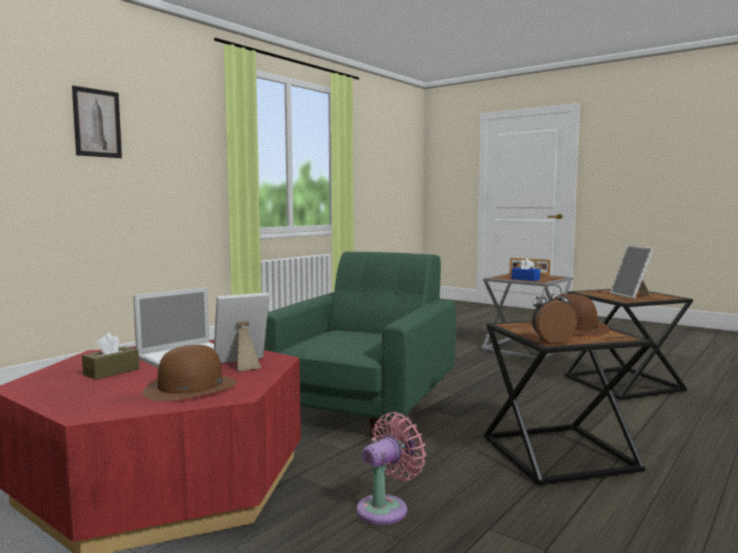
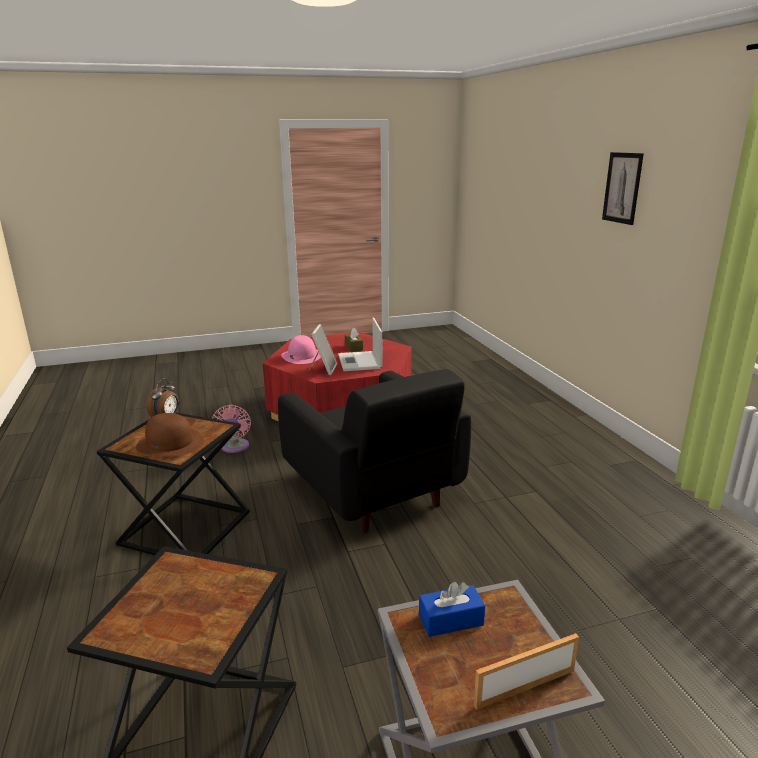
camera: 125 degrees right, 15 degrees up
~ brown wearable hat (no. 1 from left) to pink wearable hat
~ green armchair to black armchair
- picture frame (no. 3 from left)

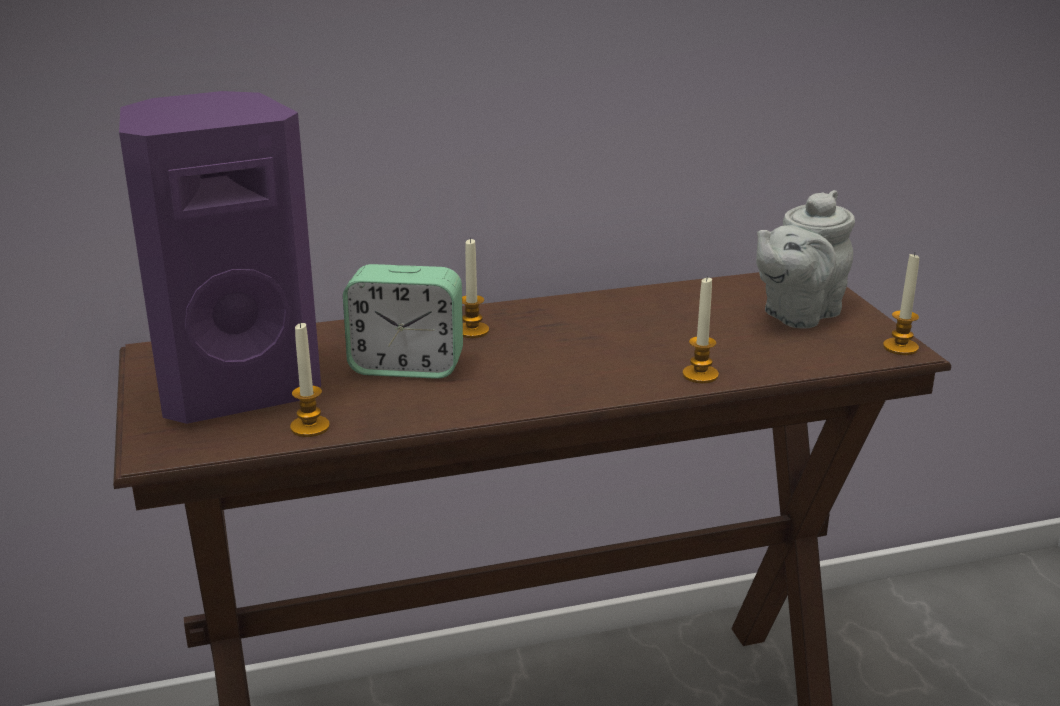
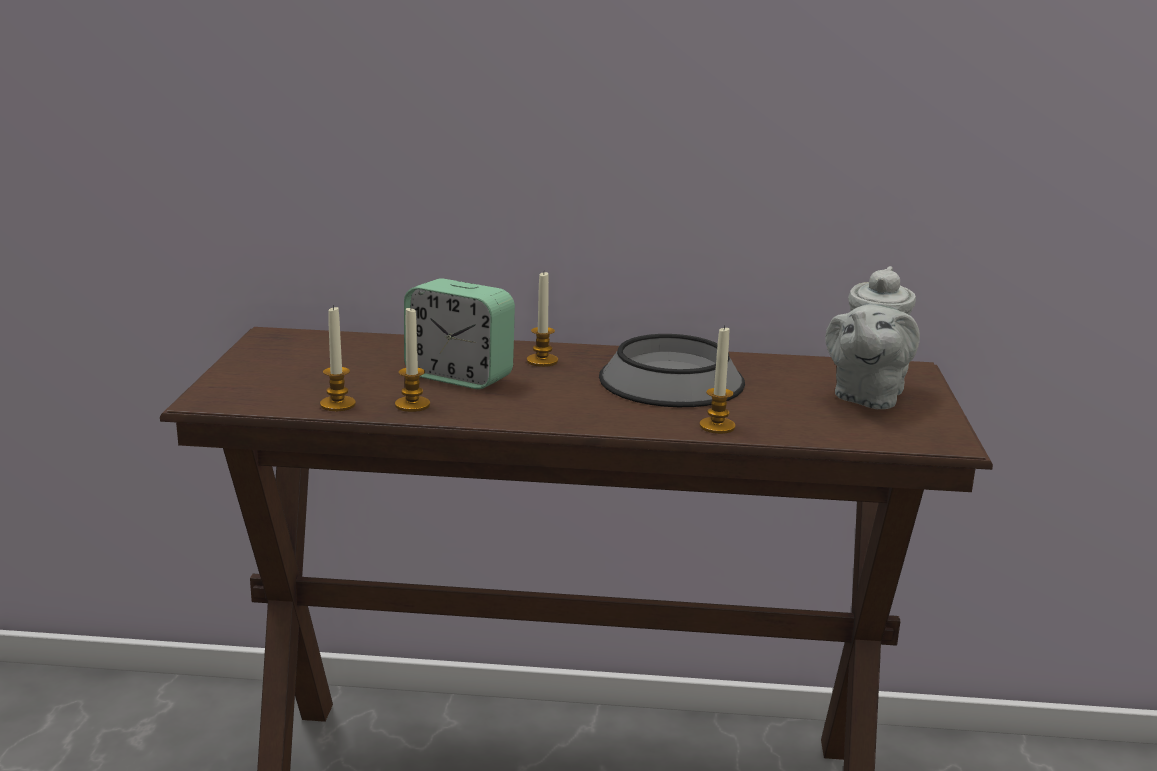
camera: 20 degrees right, 5 degrees down
- purple audio speaker
~ gray tea pot 45 degrees counterclockwise
~ wax candle (no. 4 from left in the first image) to wax candle (no. 2 from left)
+ bowl

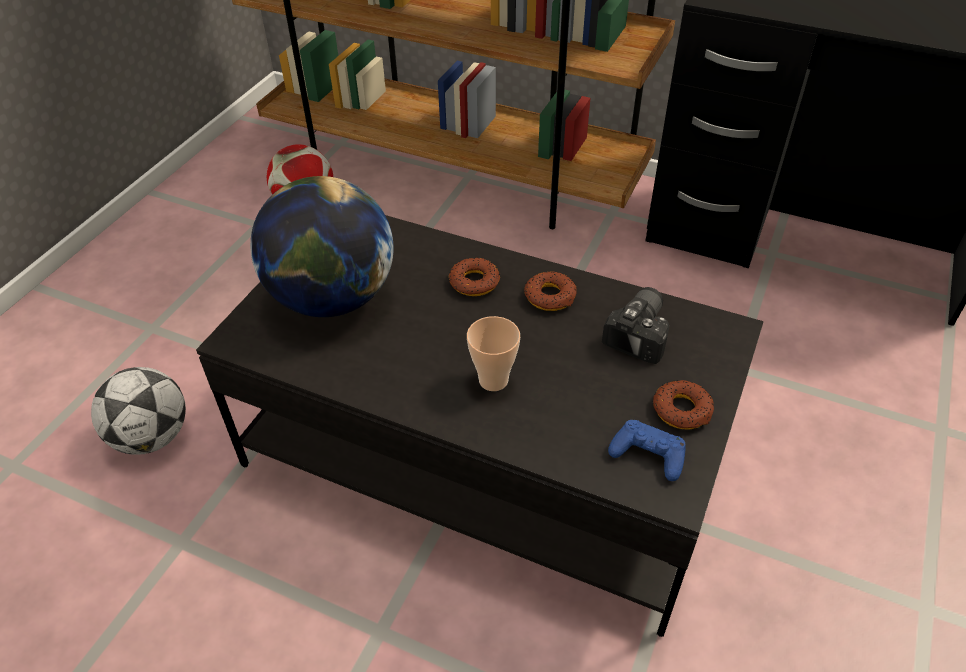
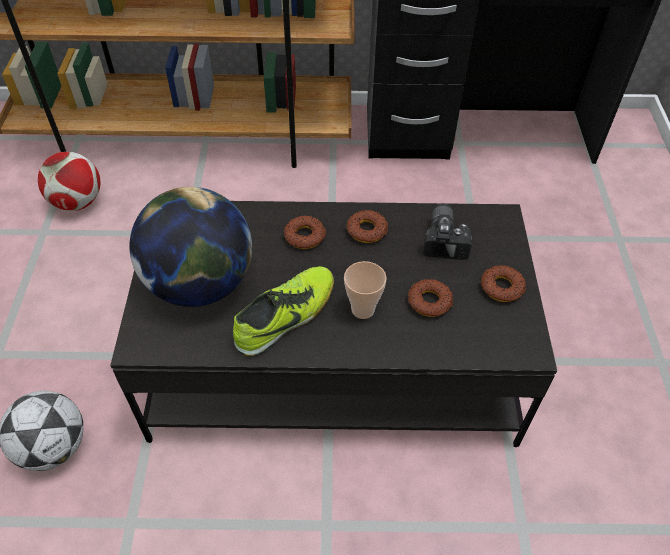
camera: 25 degrees left, 5 degrees up
- bluish gamepad
+ low shoe
+ ring doughnut (no. 3 from left)

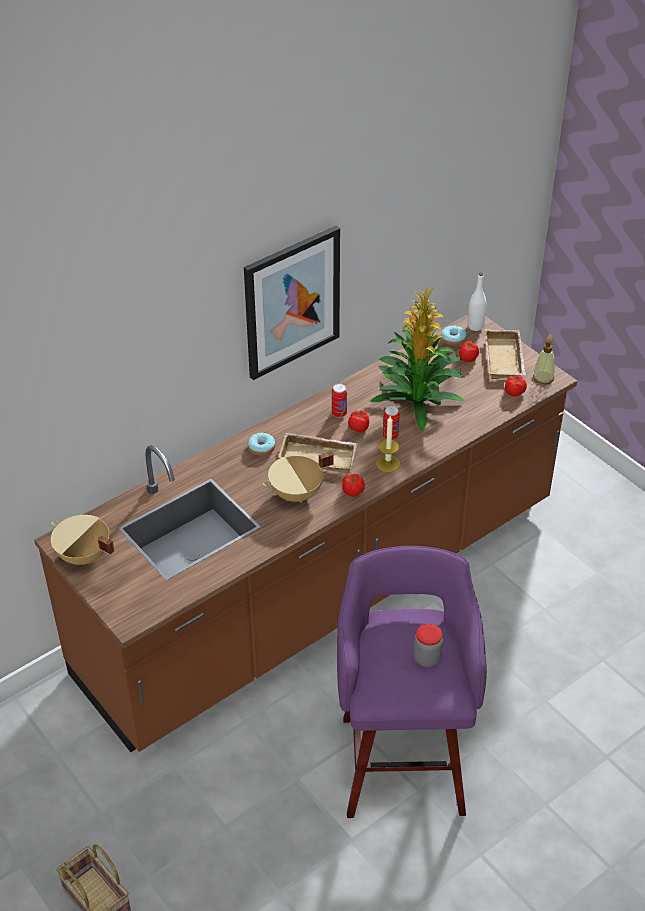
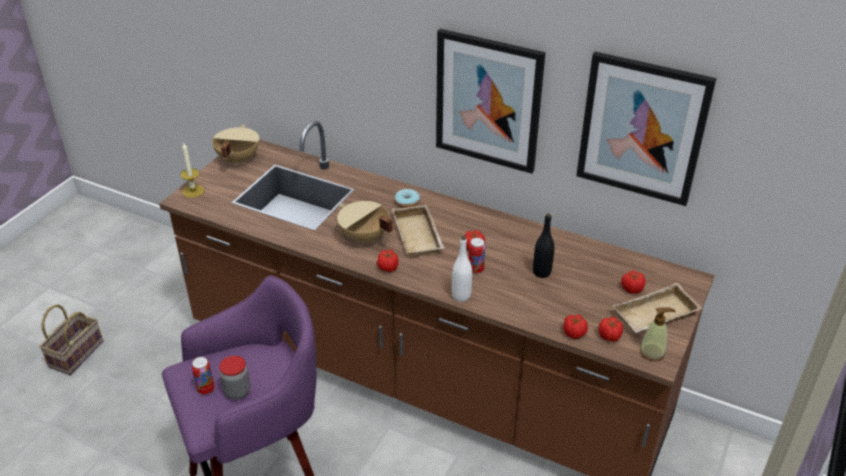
camera: 65 degrees right, 5 degrees down
~ metal can (no. 1 from left)
~ plant in a pot to black drink bottle
~ wax candle
- ring doughnut (no. 2 from left)
~ white-coloured drink bottle
+ fresh tomato (no. 3 from left)
+ picture (no. 2 from left)

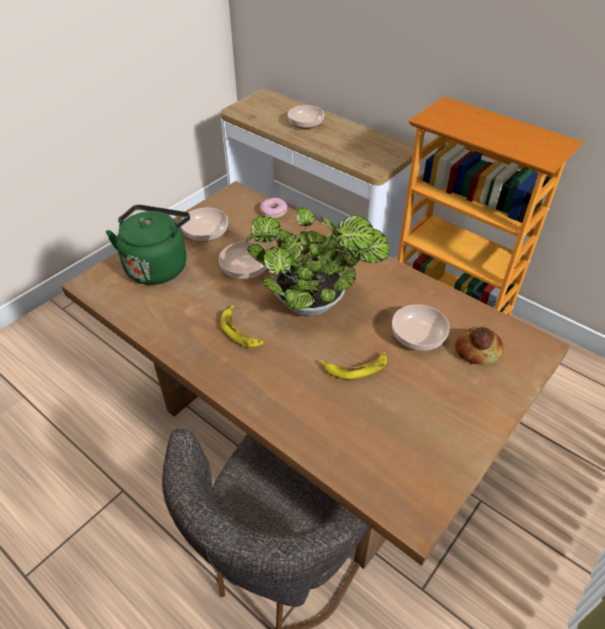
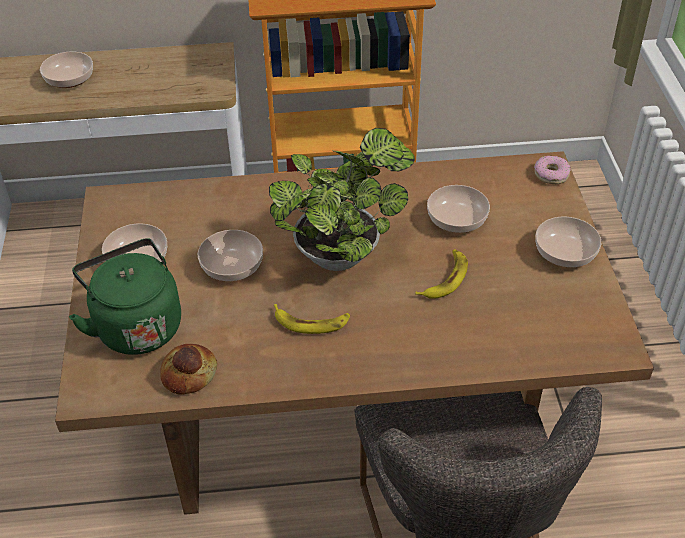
camera: 45 degrees left, 0 degrees up
~ ring doughnut
~ bakery bread
+ bowl (no. 5 from left)

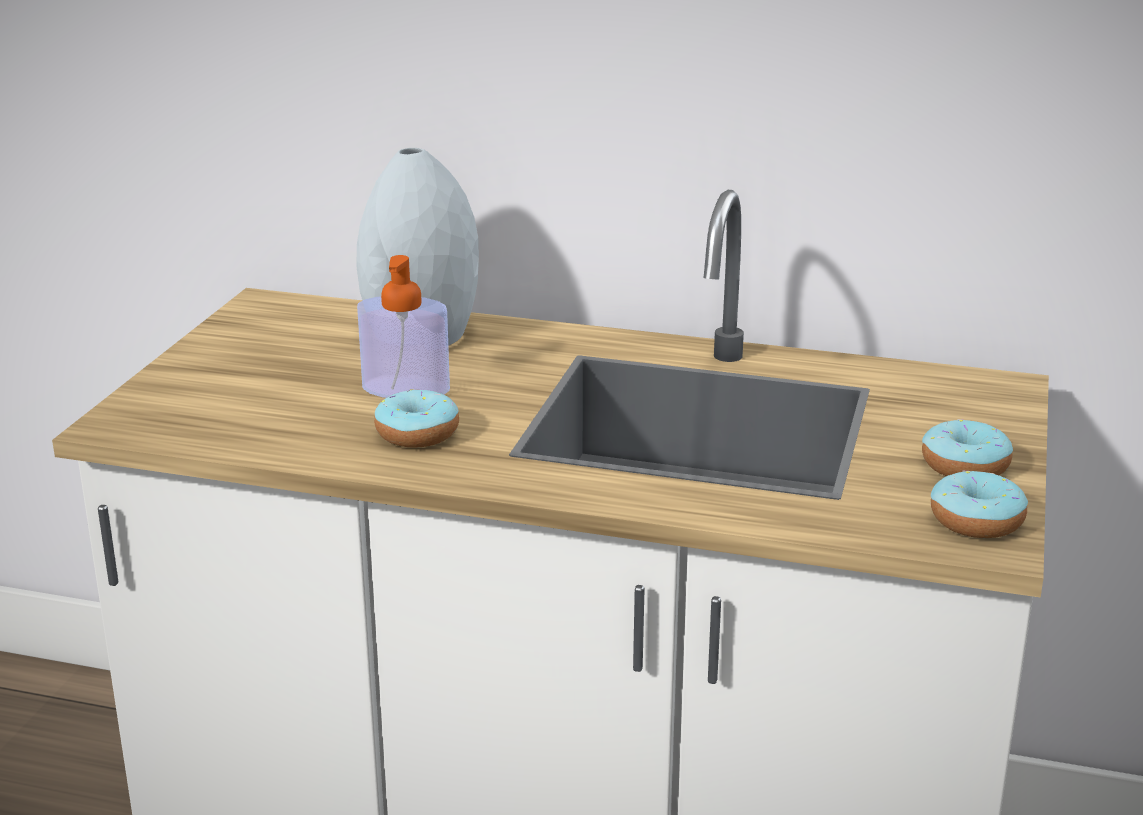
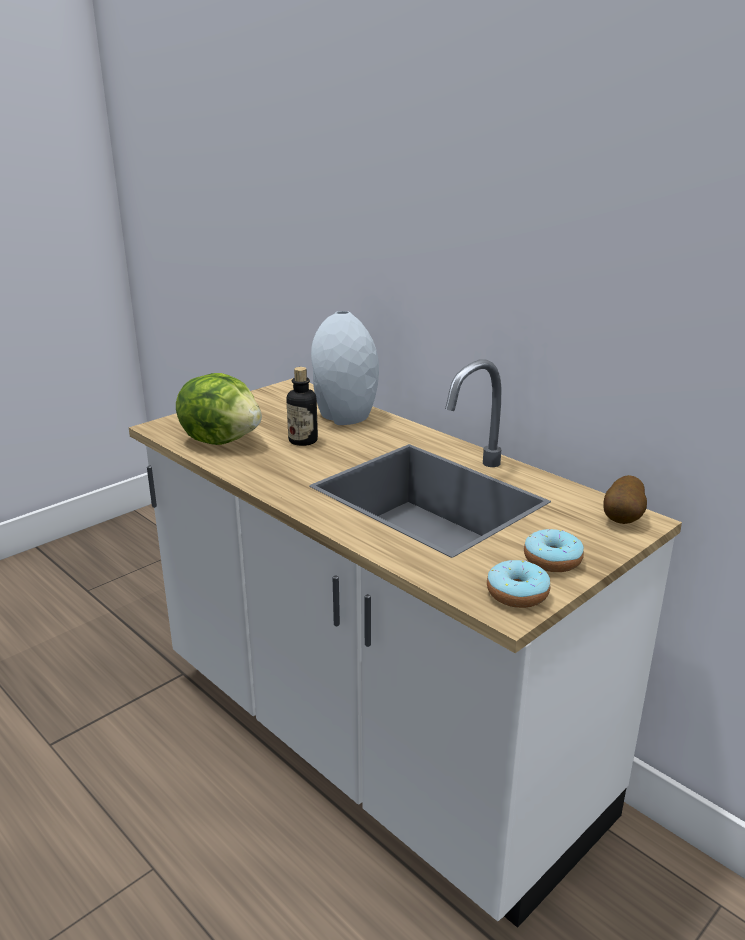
camera: 30 degrees right, 0 degrees up
~ soap bottle to drink bottle
- ring doughnut (no. 1 from left)
+ head of lettuce
+ whole potato

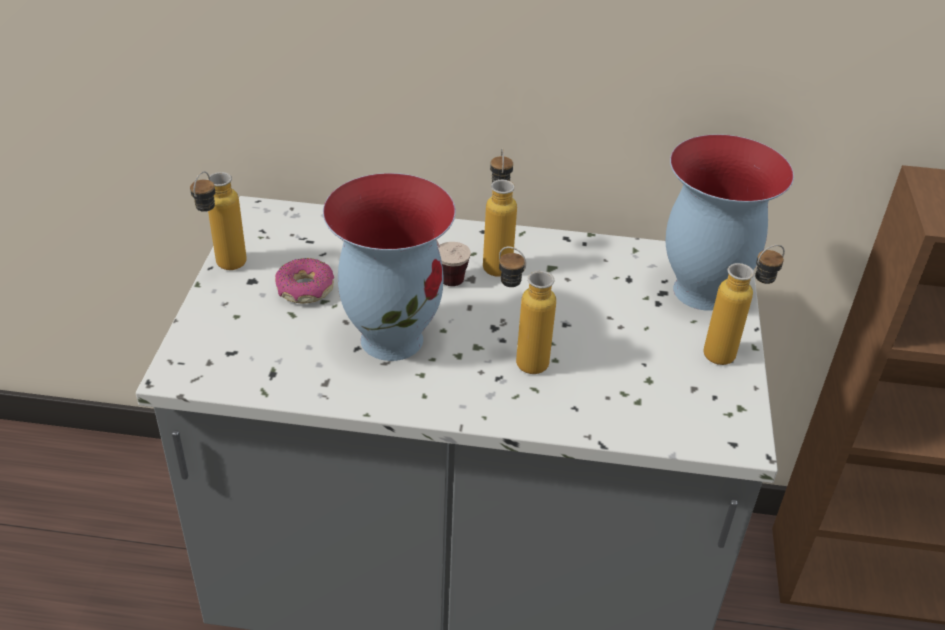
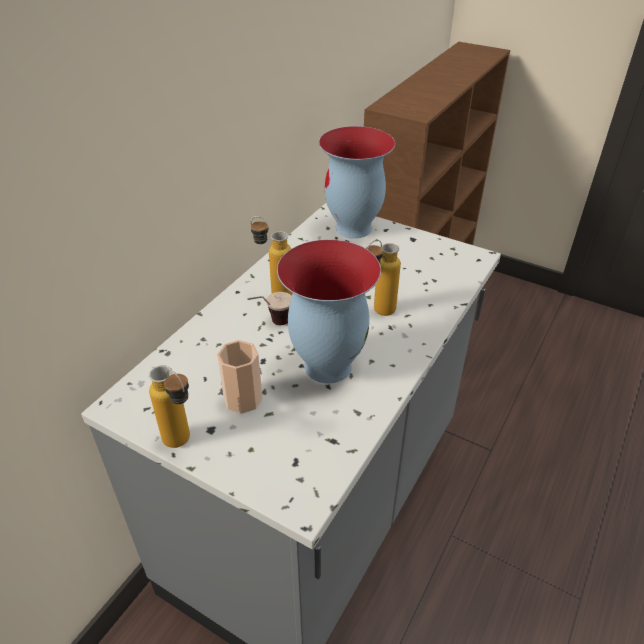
camera: 65 degrees left, 0 degrees up
~ ring doughnut to drinking cup (no. 1 from left)
- drink bottle (no. 4 from left)

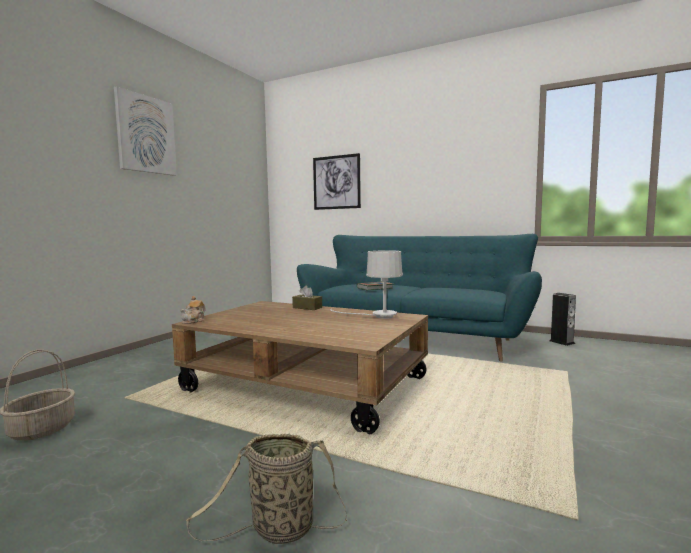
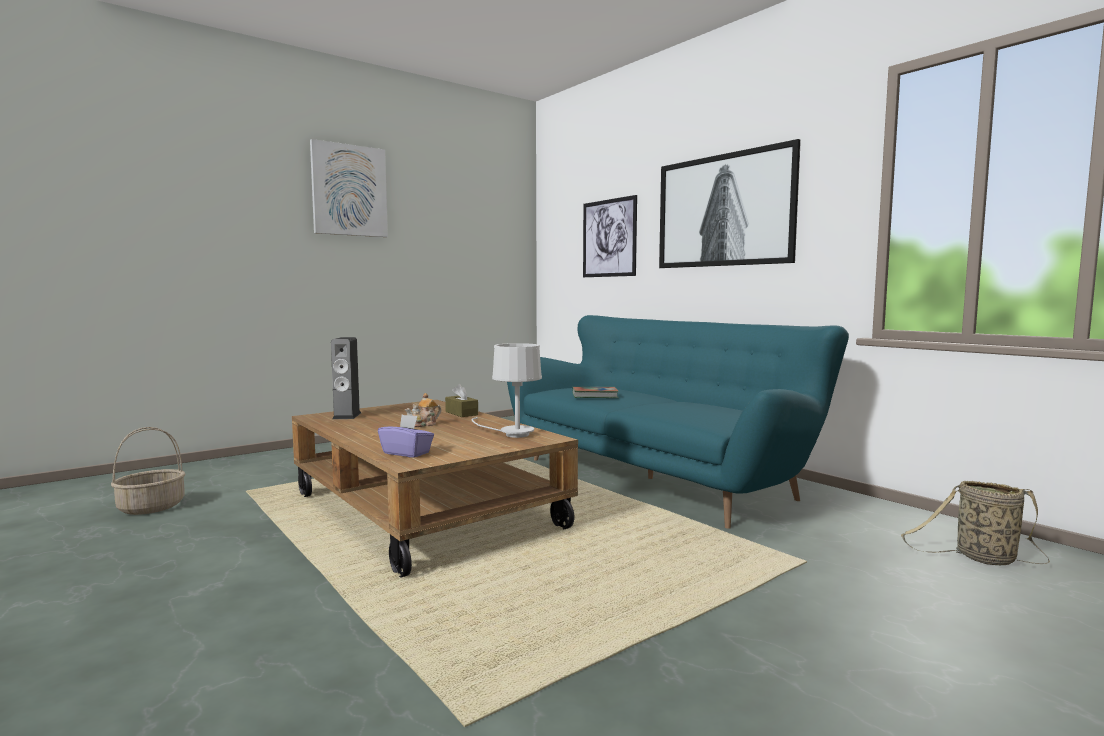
camera: 25 degrees right, 0 degrees up
~ tea pot
~ household basket (no. 2 from left)
~ audio speaker
+ purple box of tissues
+ picture (no. 3 from left)

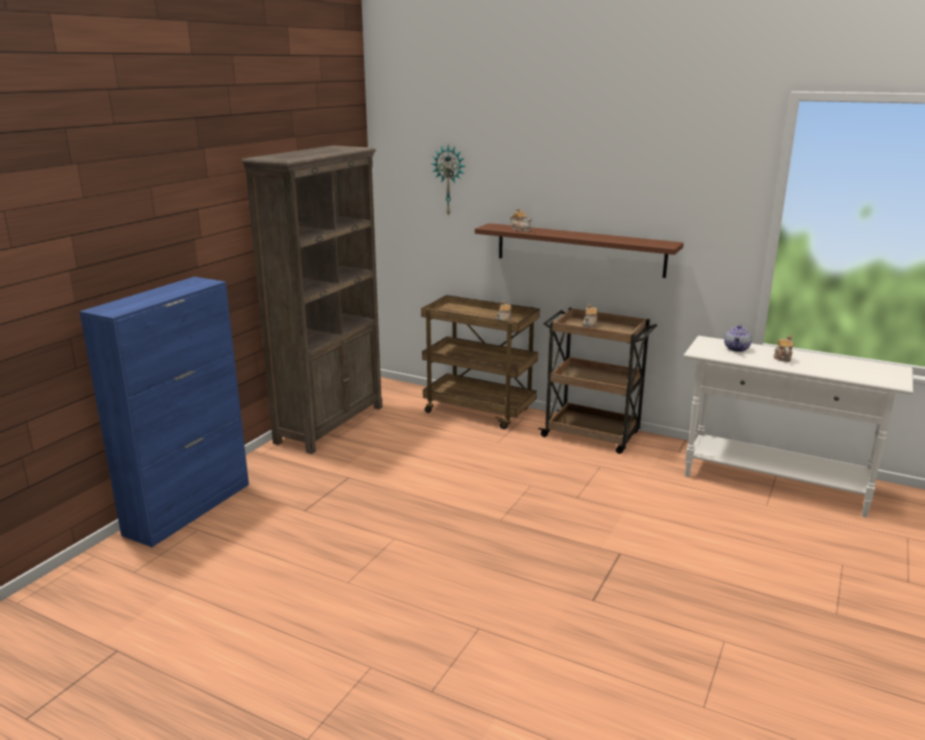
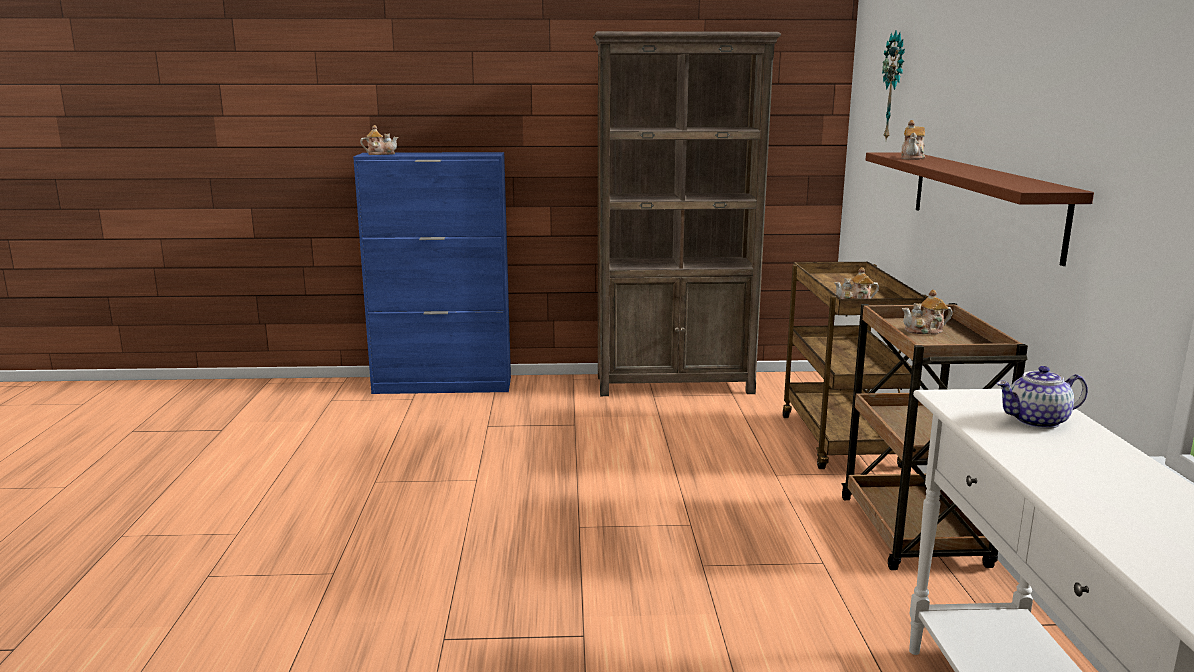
camera: 60 degrees right, 5 degrees down
~ tea pot (no. 5 from left in the first image) to tea pot (no. 1 from left)

